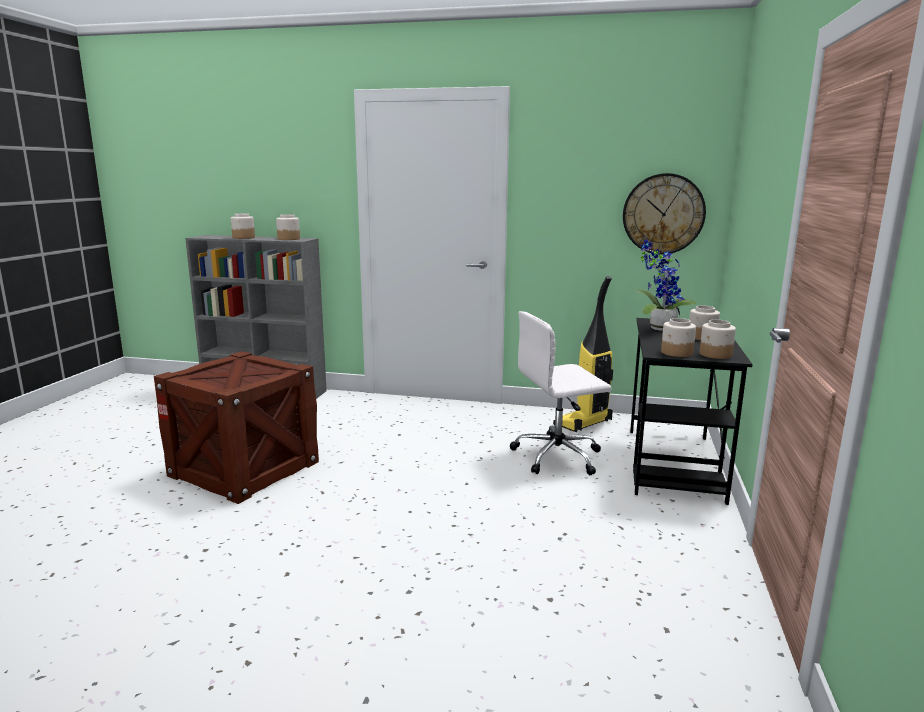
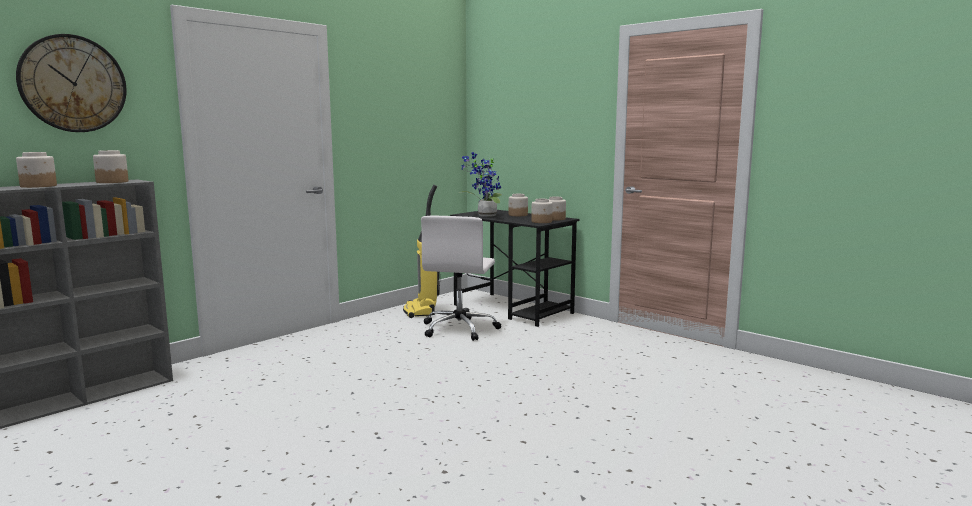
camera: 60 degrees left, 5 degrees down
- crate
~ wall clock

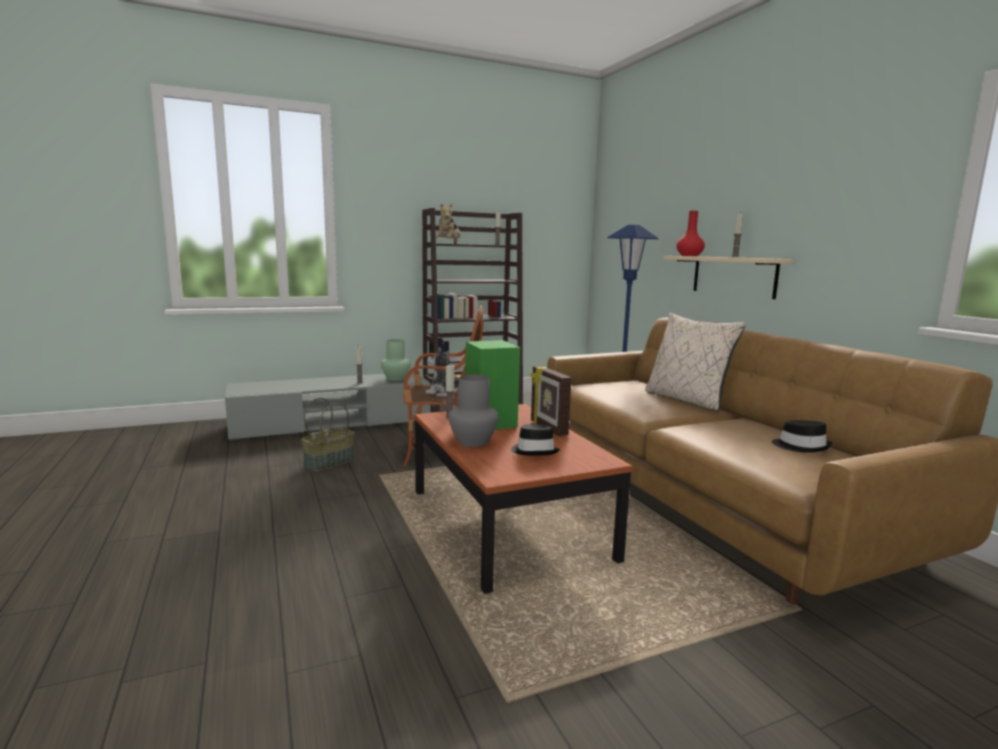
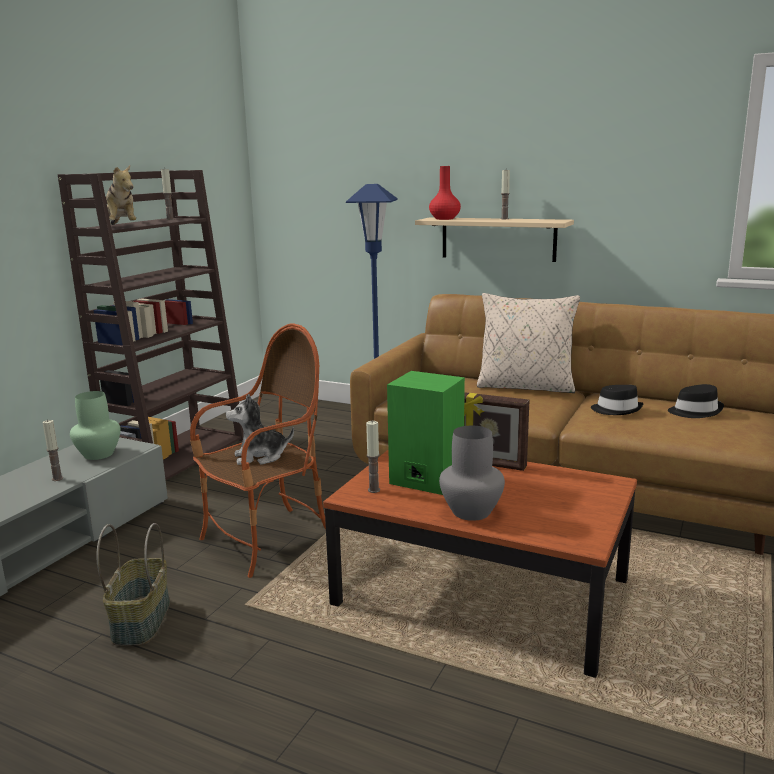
camera: 40 degrees left, 5 degrees up
~ black wearable hat (no. 1 from left)

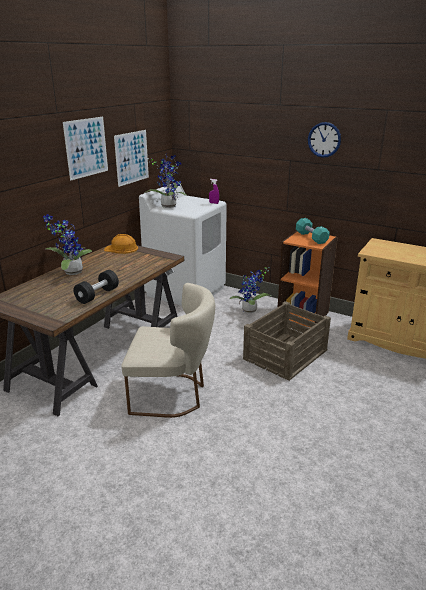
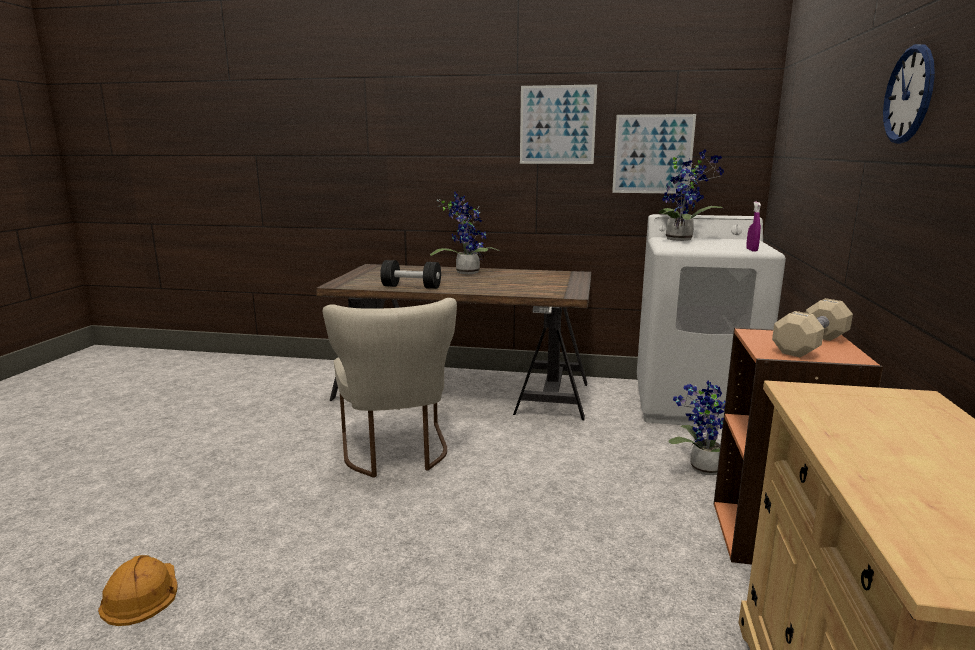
camera: 70 degrees right, 10 degrees down
~ orange safety helmet
- crate
~ turquoise free weight to sand-coloured free weight

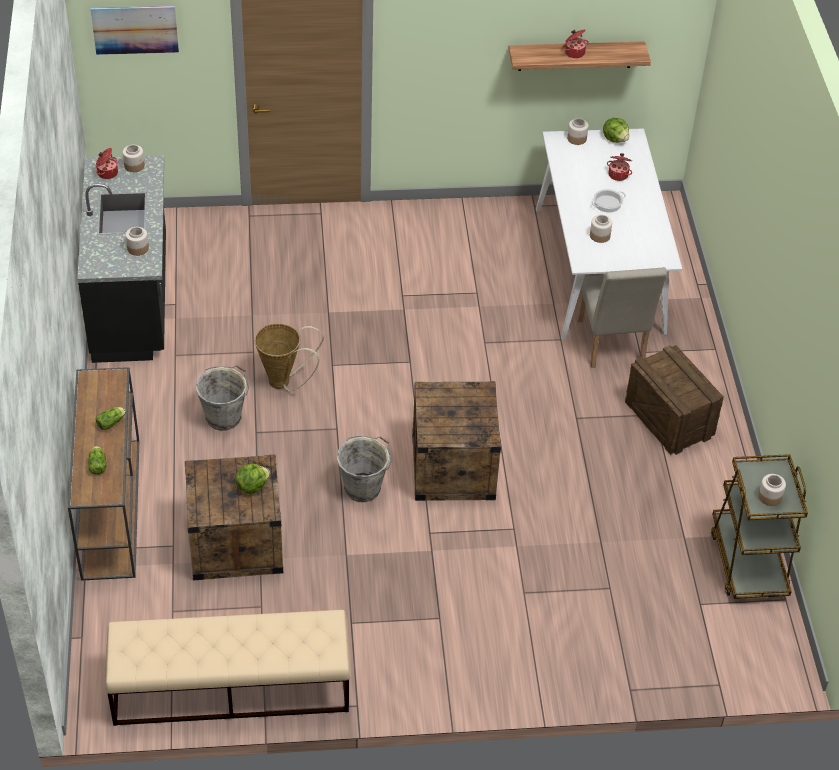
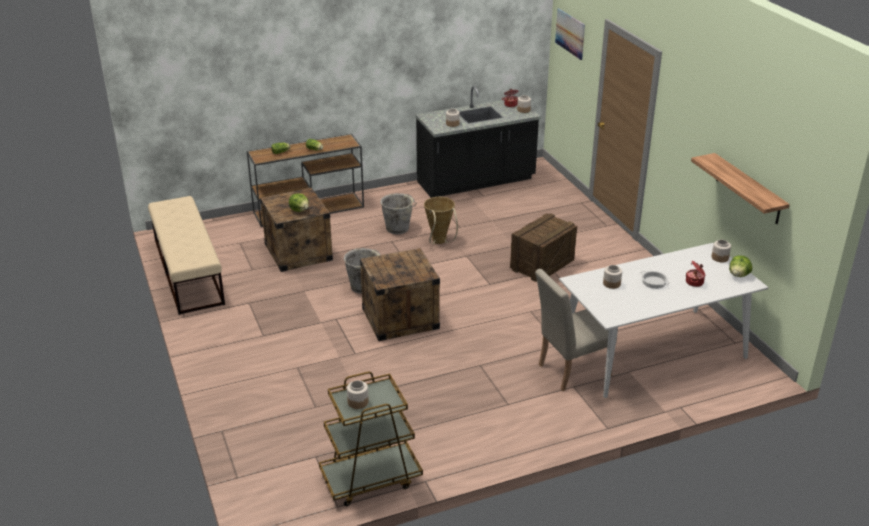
camera: 75 degrees right, 15 degrees down
- saucepot (no. 2 from left)
~ crate (no. 3 from left)

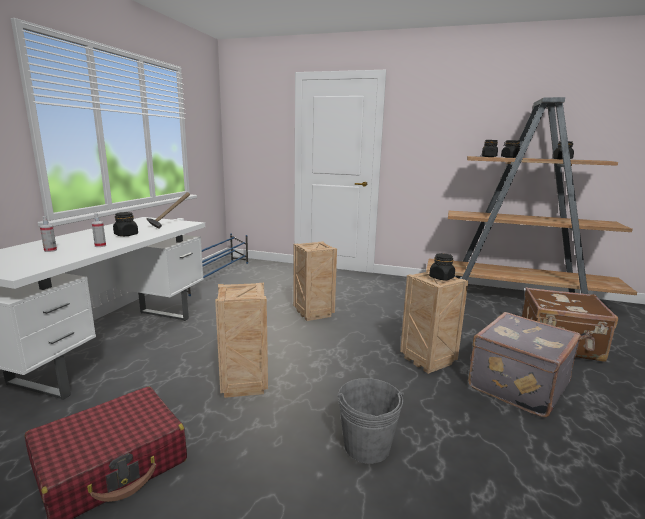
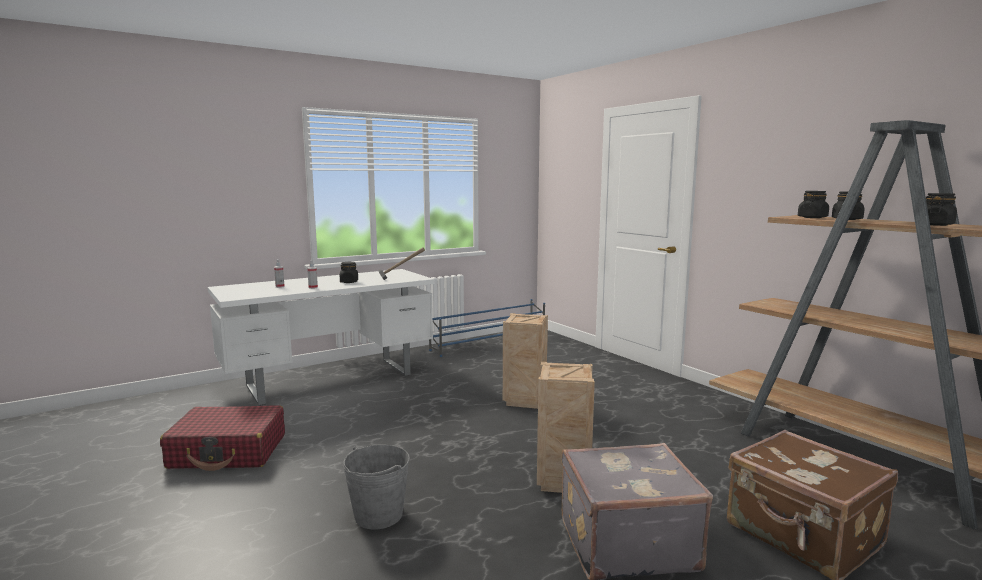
camera: 40 degrees right, 5 degrees down
- crate (no. 1 from left)
- black preserve jar (no. 2 from left)

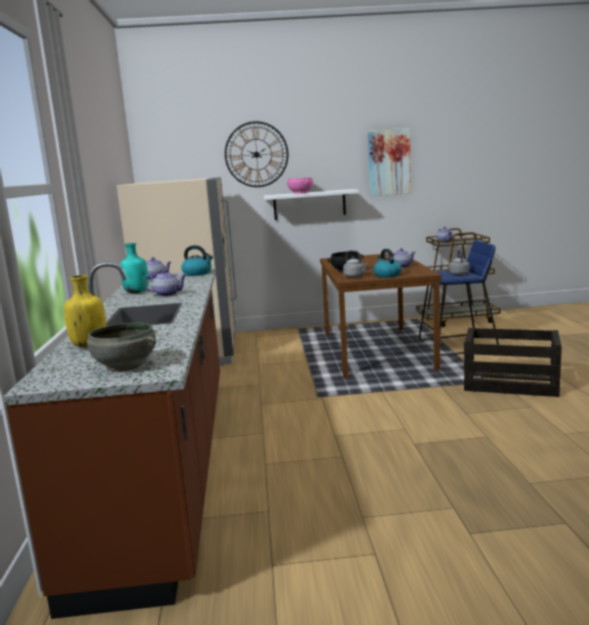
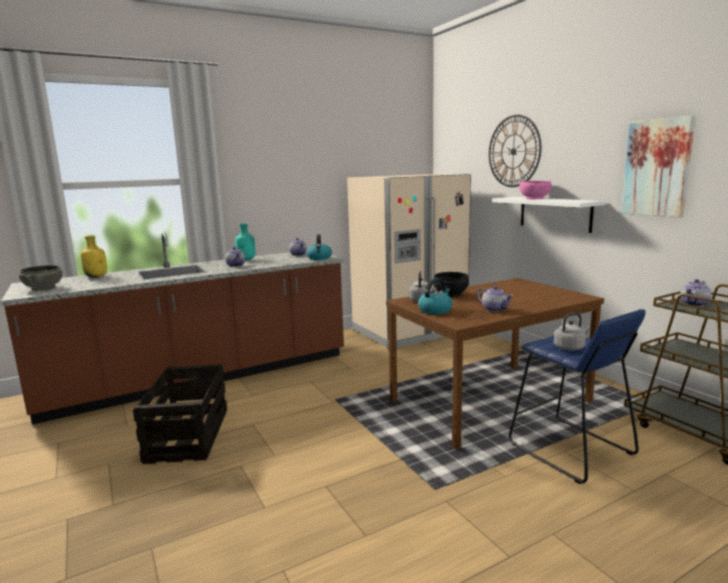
camera: 65 degrees right, 0 degrees up
~ crate

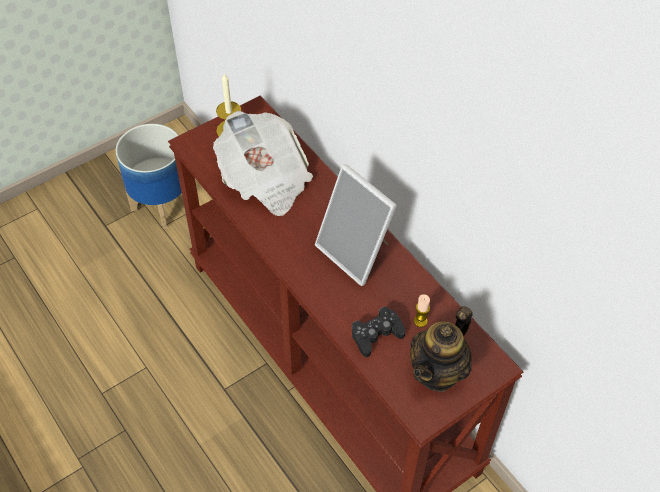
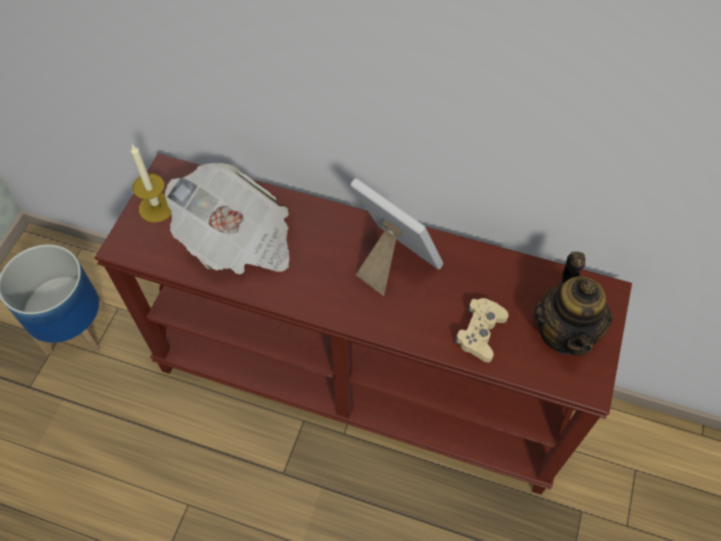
camera: 35 degrees left, 5 degrees up
~ picture frame 150 degrees counterclockwise
~ black gamepad to sand-coloured gamepad
- wax candle (no. 2 from left)

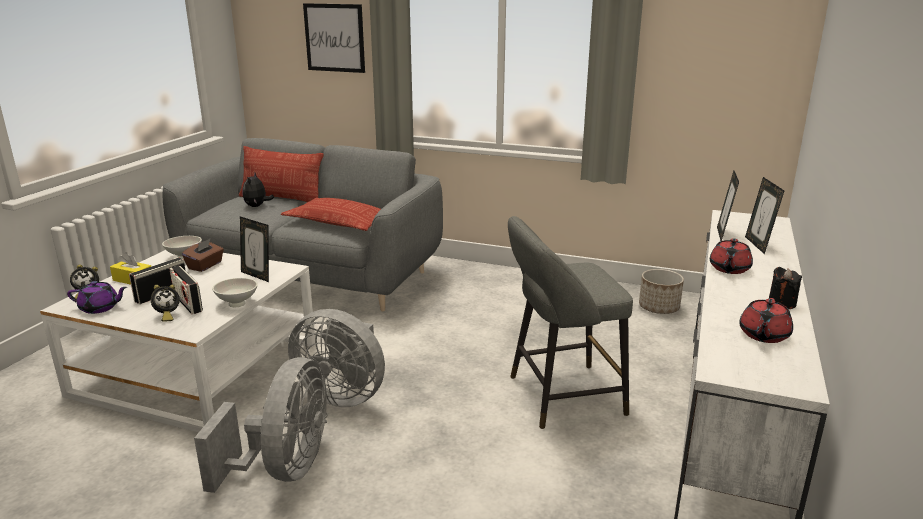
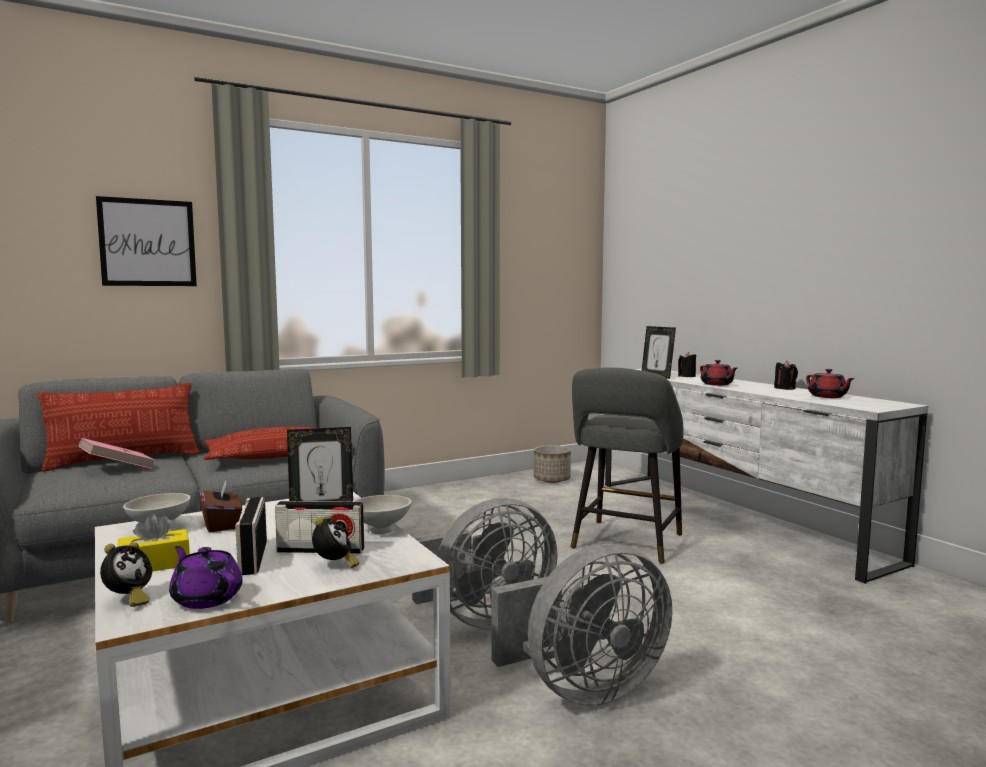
camera: 50 degrees left, 15 degrees down
~ purple tea pot 90 degrees counterclockwise
~ gray electric fan (no. 1 from left in the first image) 105 degrees clockwise
~ soft toy to pink book
~ picture frame (no. 3 from left) to black wax candle (no. 1 from left)

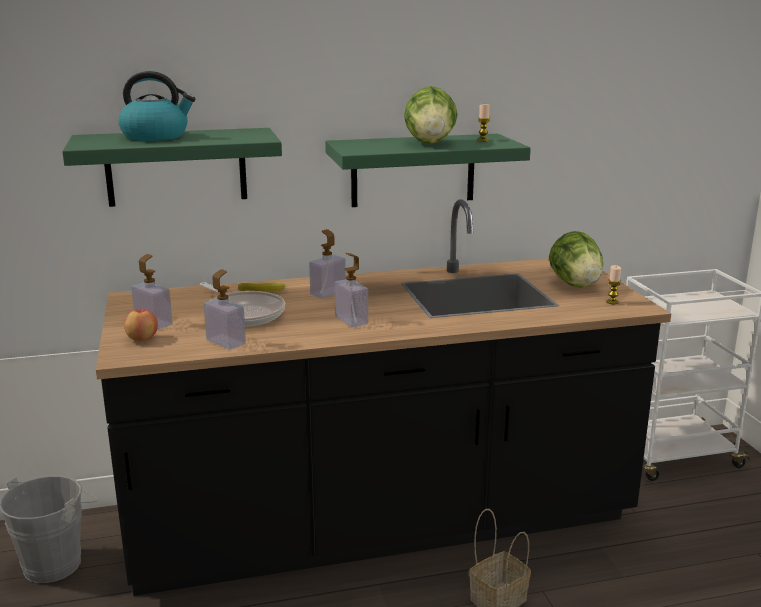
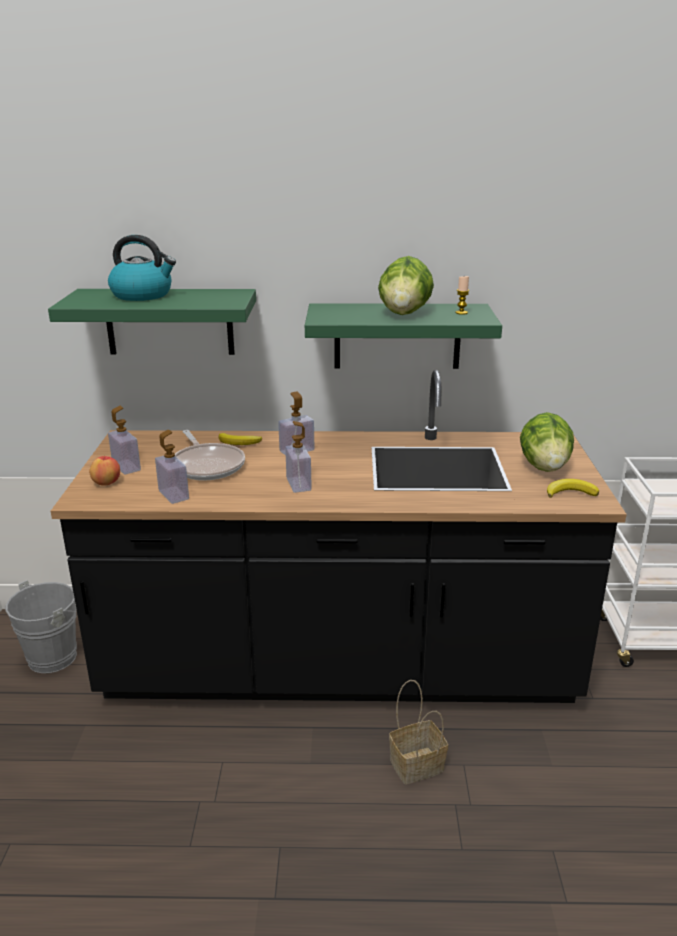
camera: 15 degrees right, 5 degrees up
~ wax candle (no. 2 from left) to banana (no. 2 from left)

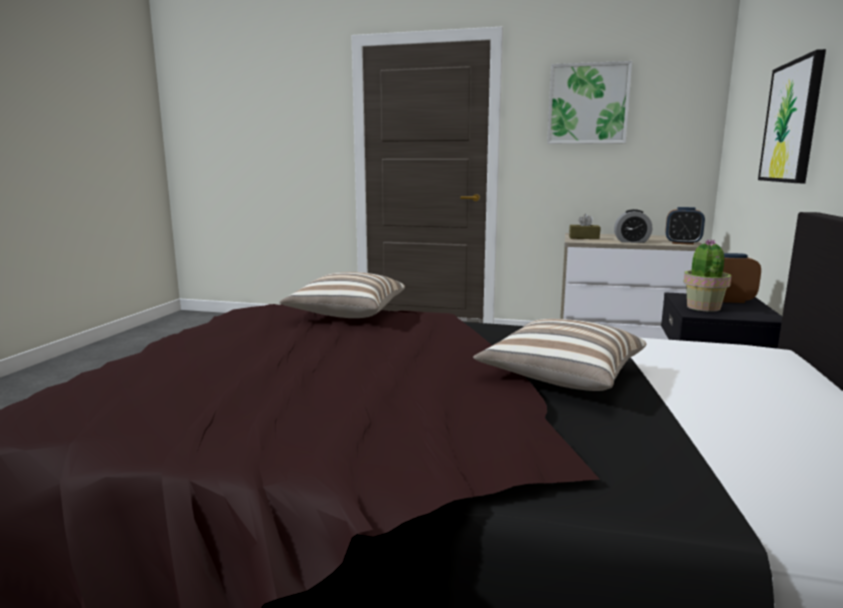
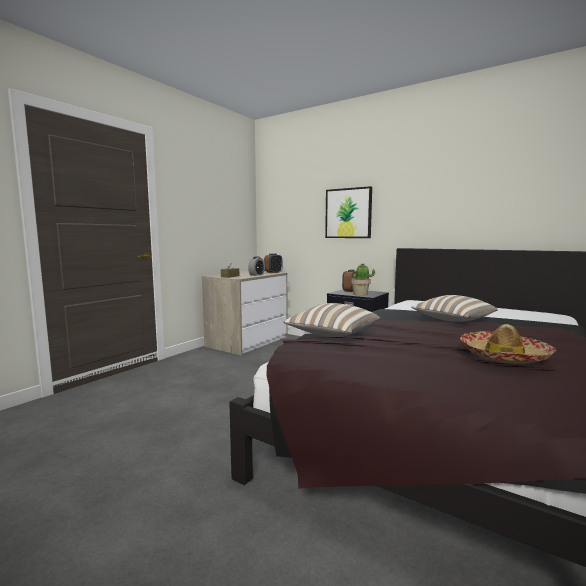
camera: 70 degrees left, 5 degrees down
- picture (no. 1 from left)
+ wearable hat

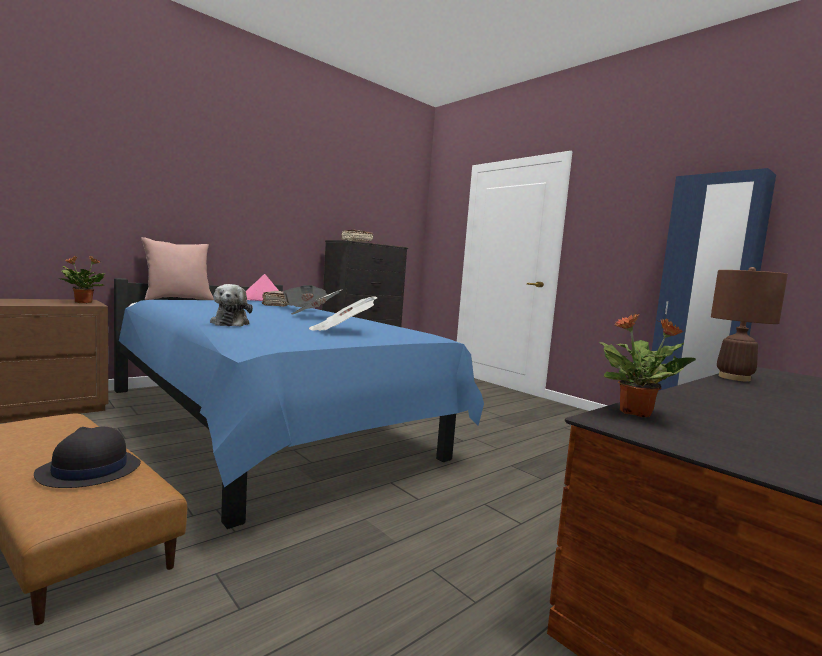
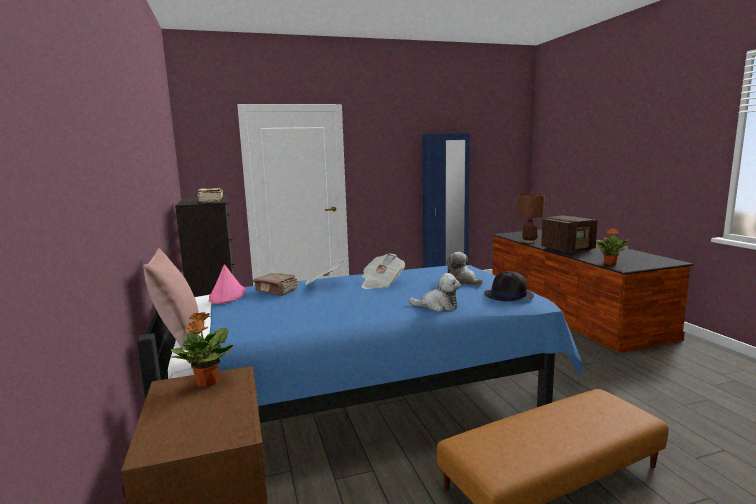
camera: 65 degrees left, 5 degrees up
~ black wearable hat
~ newspaper (no. 3 from left) to soft toy (no. 2 from left)
+ radio

